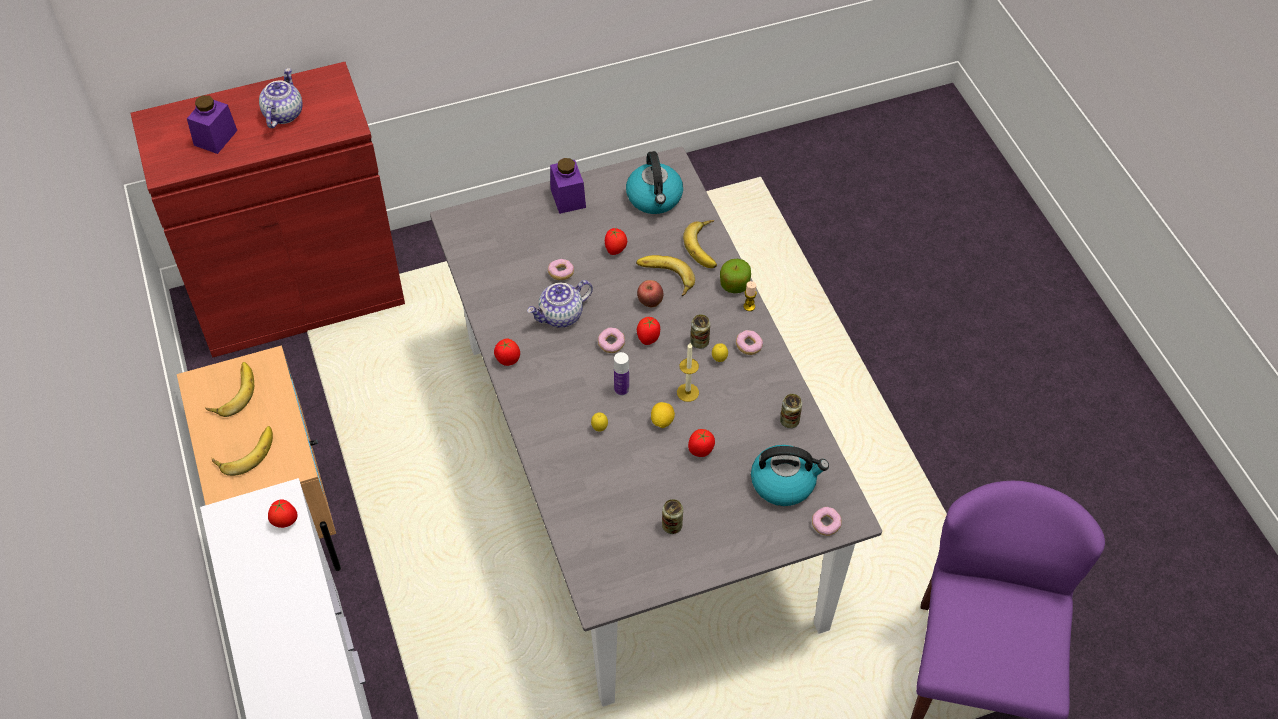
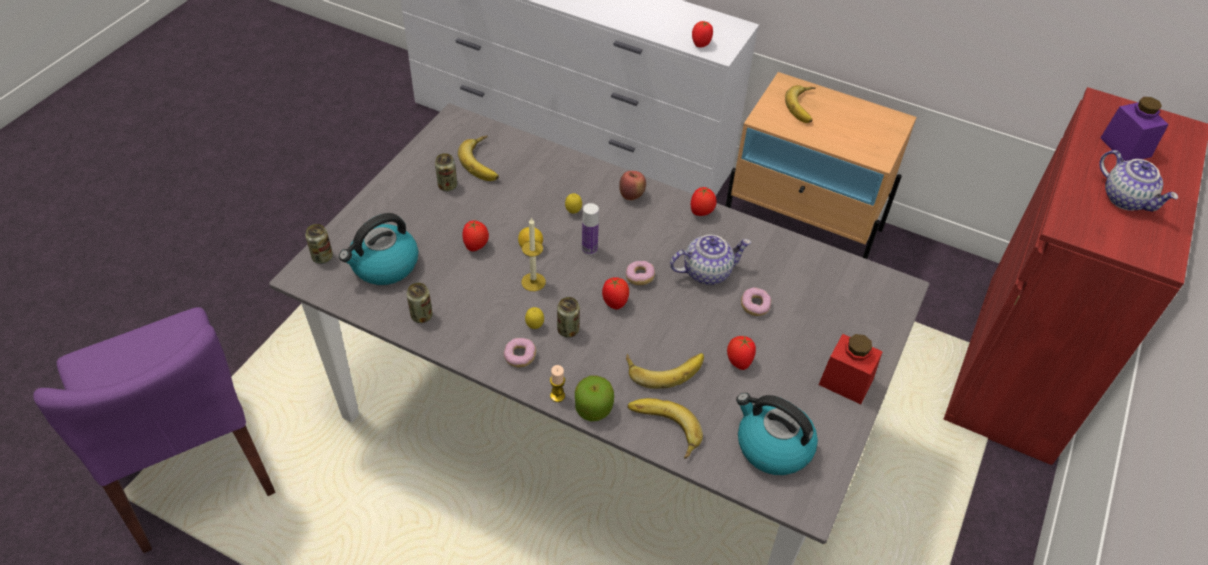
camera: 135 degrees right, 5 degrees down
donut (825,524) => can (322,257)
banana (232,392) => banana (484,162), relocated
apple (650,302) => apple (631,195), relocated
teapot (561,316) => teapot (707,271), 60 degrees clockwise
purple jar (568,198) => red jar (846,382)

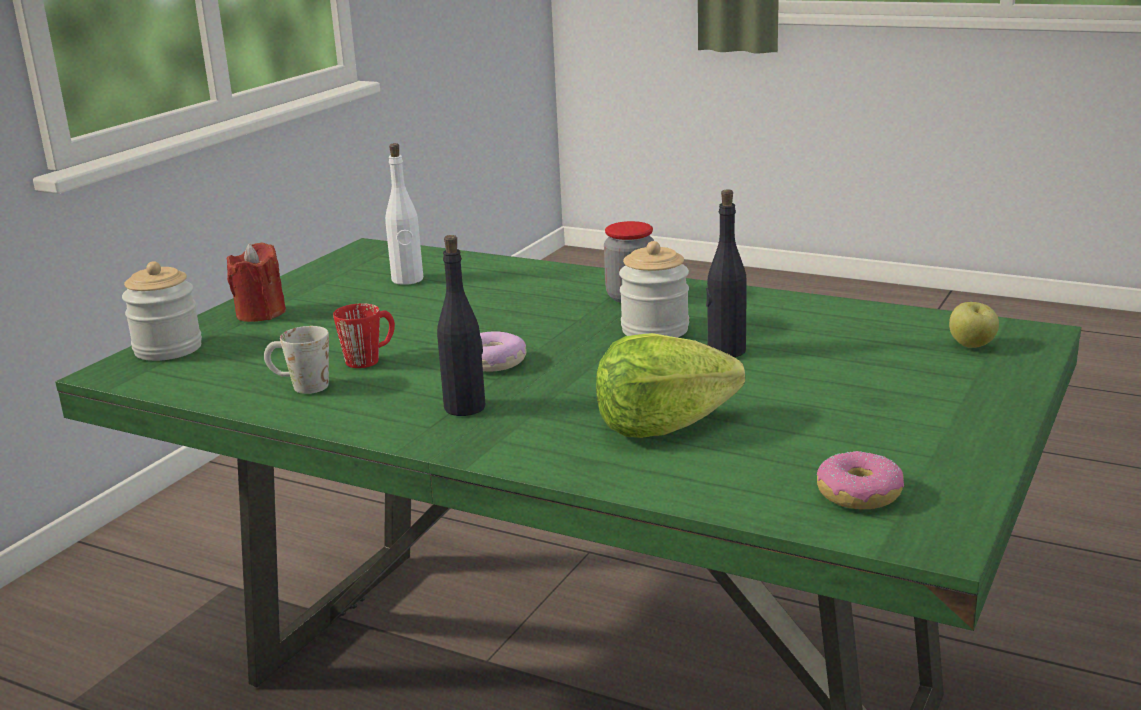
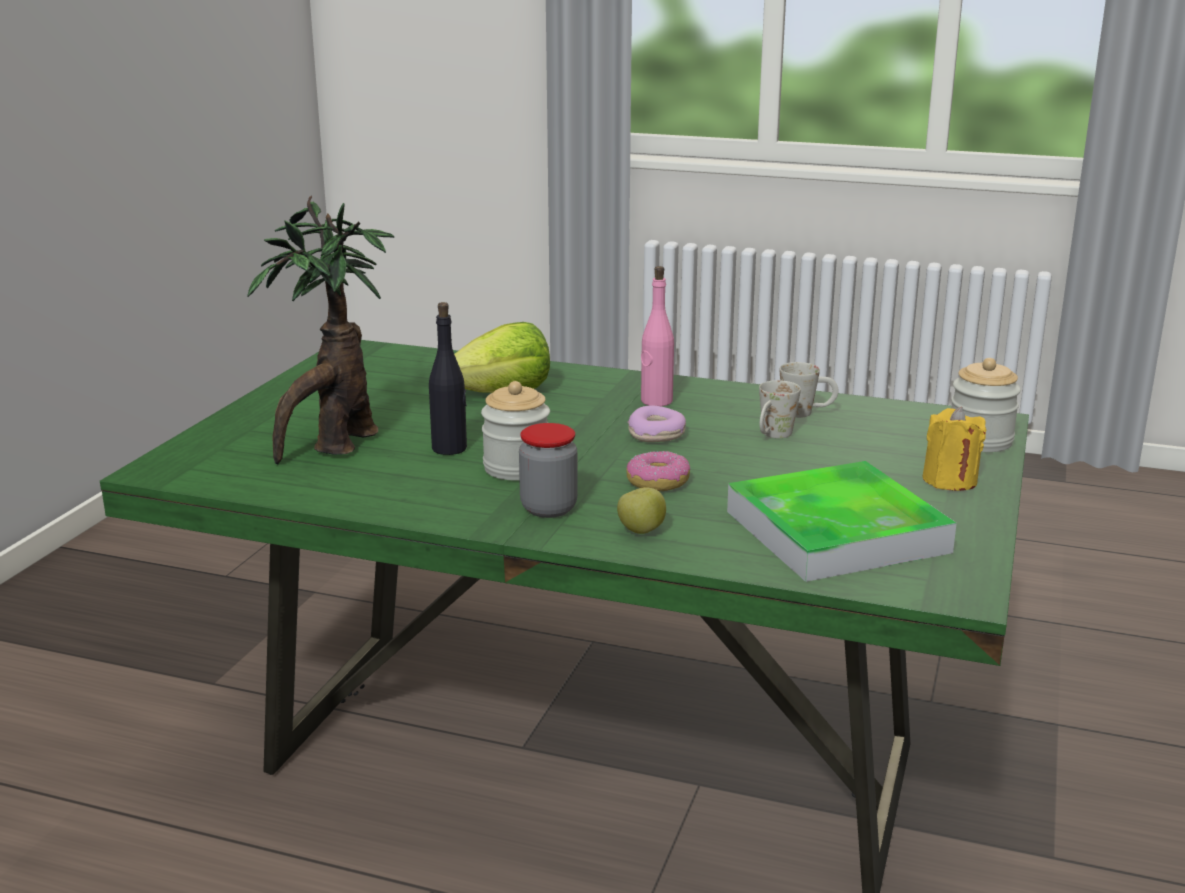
camera: 170 degrees right, 0 degrees up
nothing => potted plant (335,446)
apple (972,346) => apple (641,531), relocated
donut (858,495) => donut (658,482), relocated
black bottle (465,407) => pink bottle (656,401)
white bottle (407,280) => tray (836,531)
red mug (370,358) => white mug (773,436)
red candle (261,313) => yellow candle (950,480)

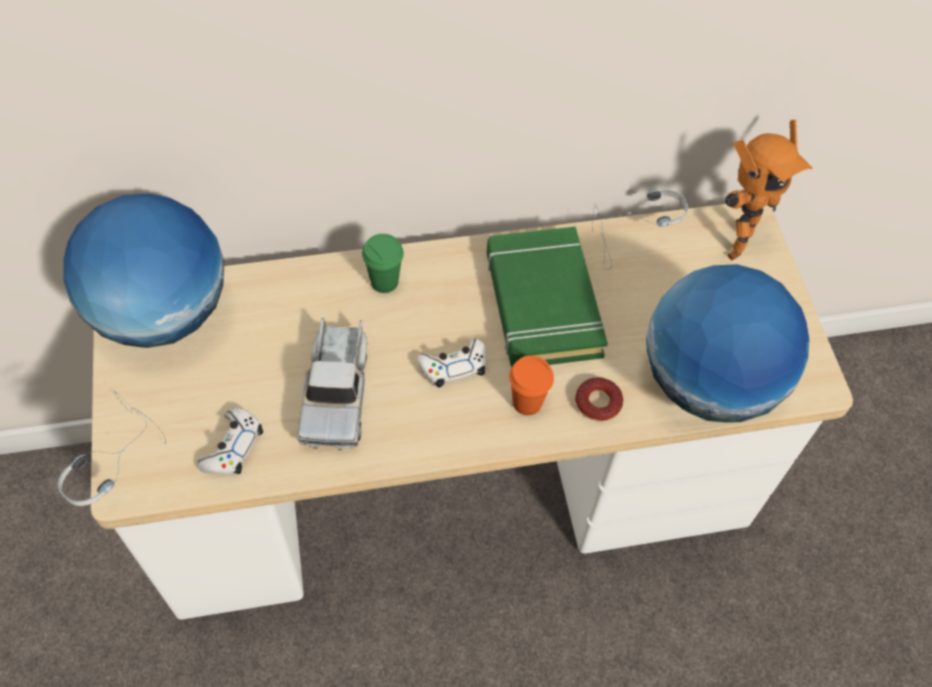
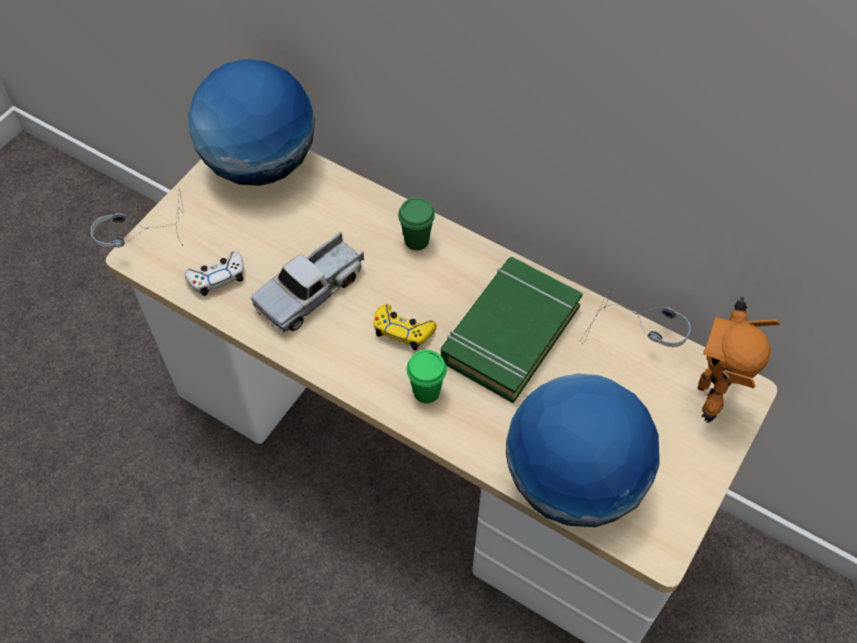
camera: 45 degrees right, 0 degrees up
white game controller (454,366) => yellow game controller (403,330)
orange cup (527,402) => green cup (426,391)
toy robot (733,242) => toy robot (711,397), 105 degrees clockwise
donut (598,403) => nothing

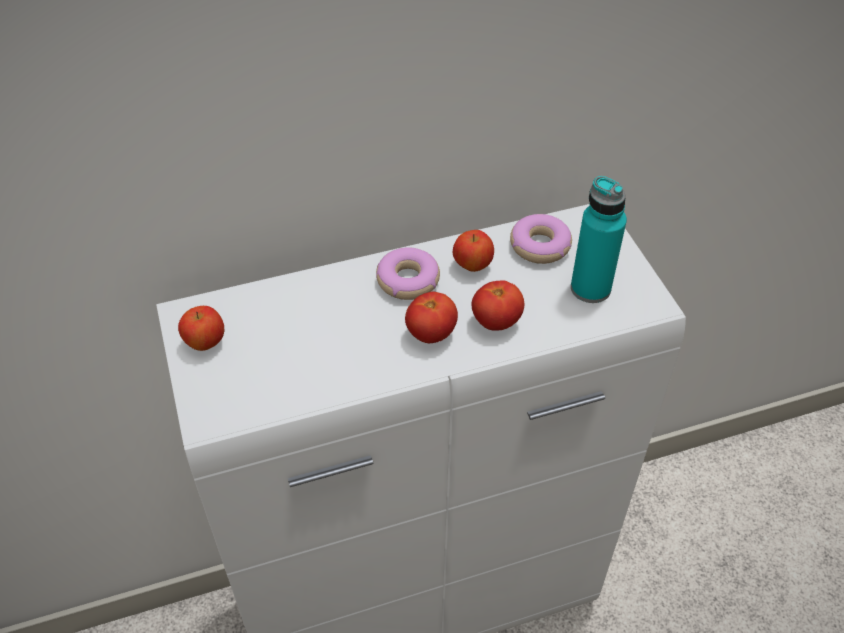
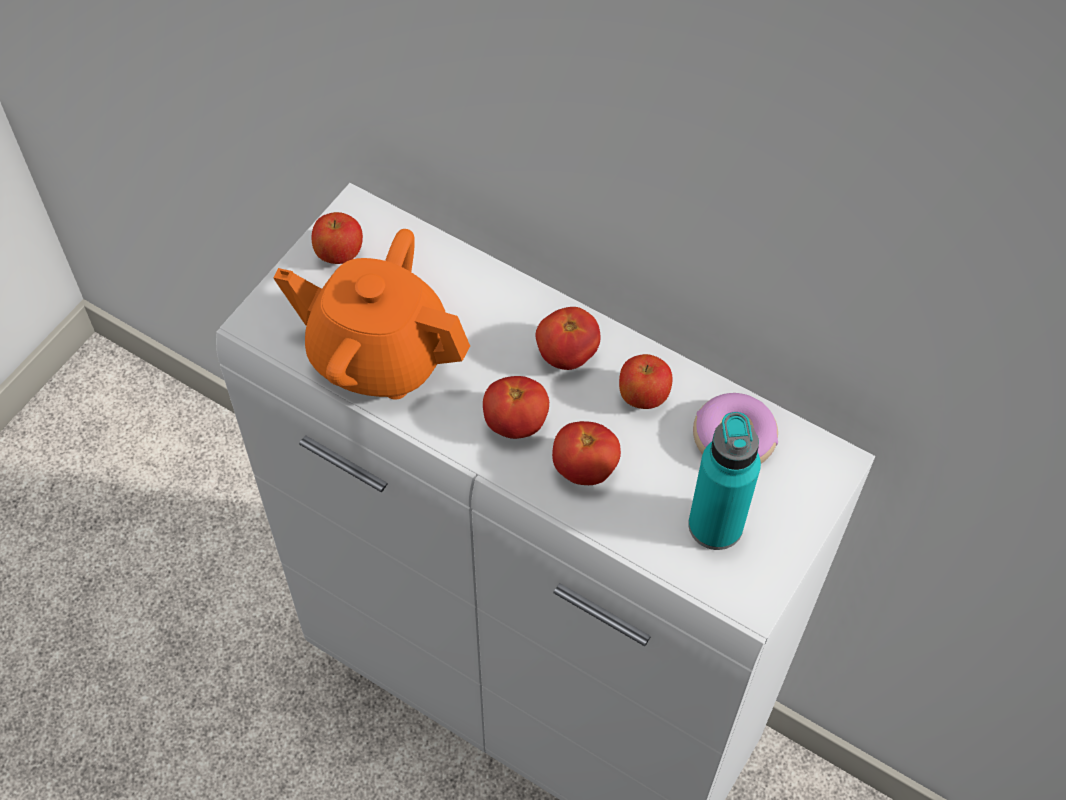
camera: 50 degrees right, 10 degrees up
nothing => orange teapot (378,355)
donut (407,280) => tomato (567,354)

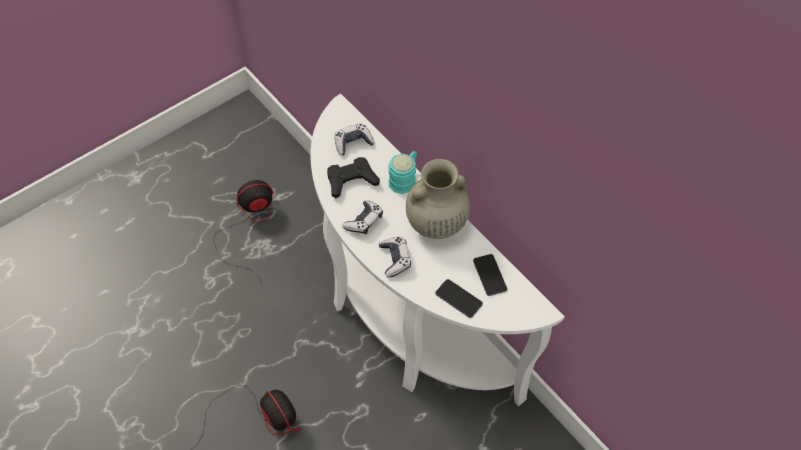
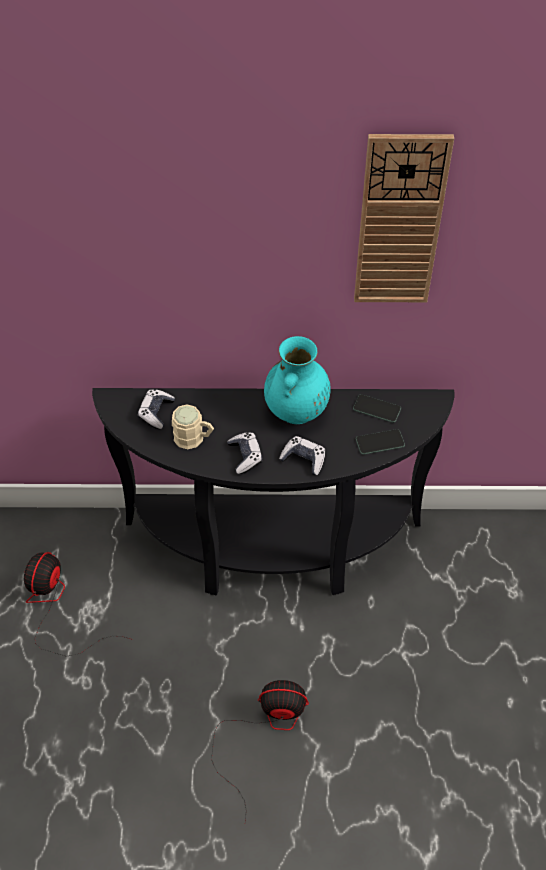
camera: 50 degrees left, 5 degrees down
white console table (404,321) => black console table (273,552)
black game controller (351,180) => beige mug (194,438)
beige vase (435,224) => turquoise vase (296,411)
nothing => wall clock (399,222)
turquoise mug (405,178) => nothing

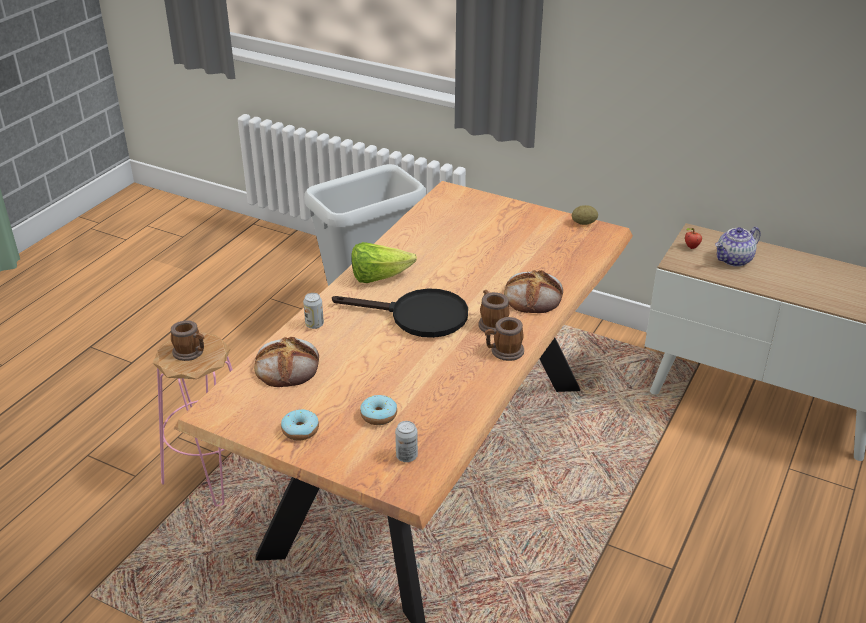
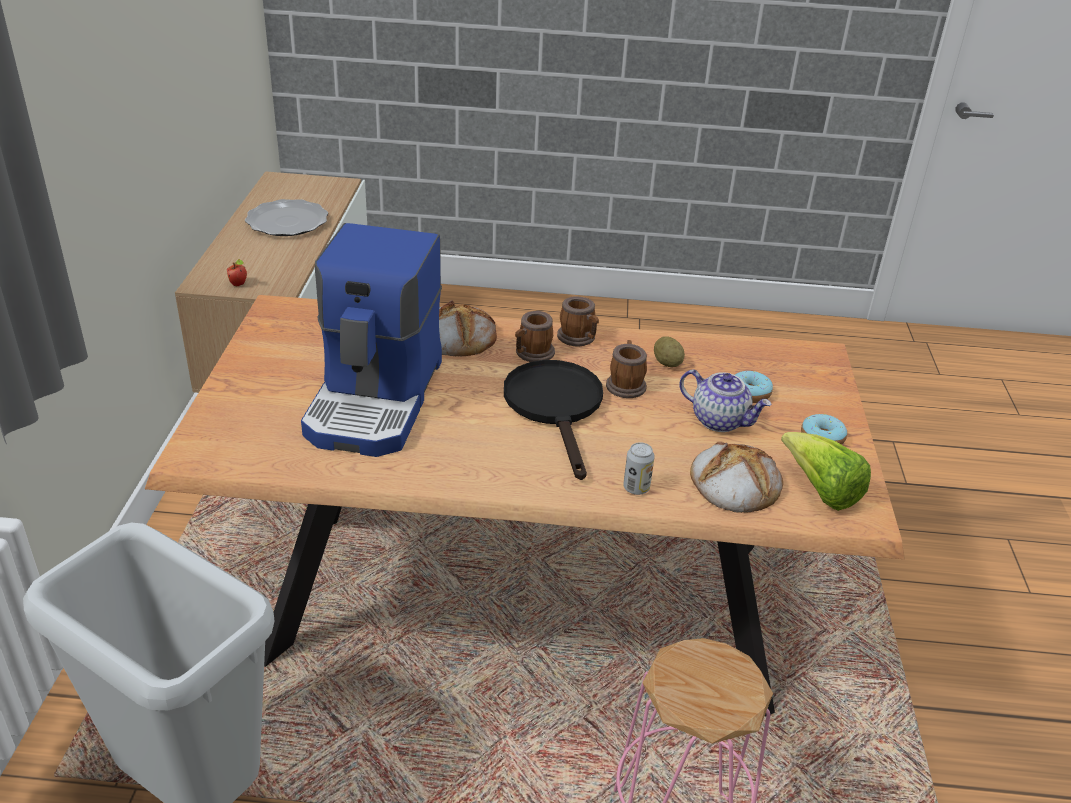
camera: 115 degrees left, 0 degrees up
nothing => plate (287,222)
nothing => coffee machine (377,400)
mug (191,353) => mug (625,384), relocated
potato (584,223) => potato (667,363), relocated
teapot (734,260) => teapot (720,420), relocated
lettuce (378,277) => lettuce (820,491), relocated
can (406,456) => nothing

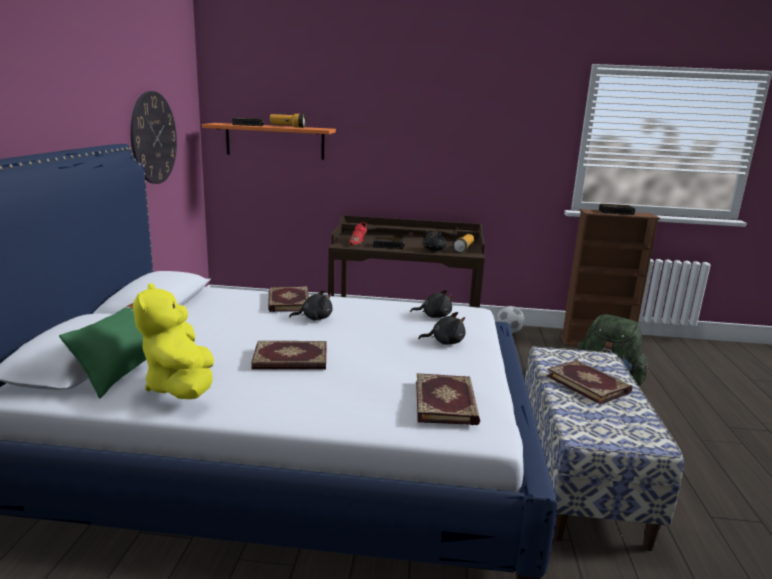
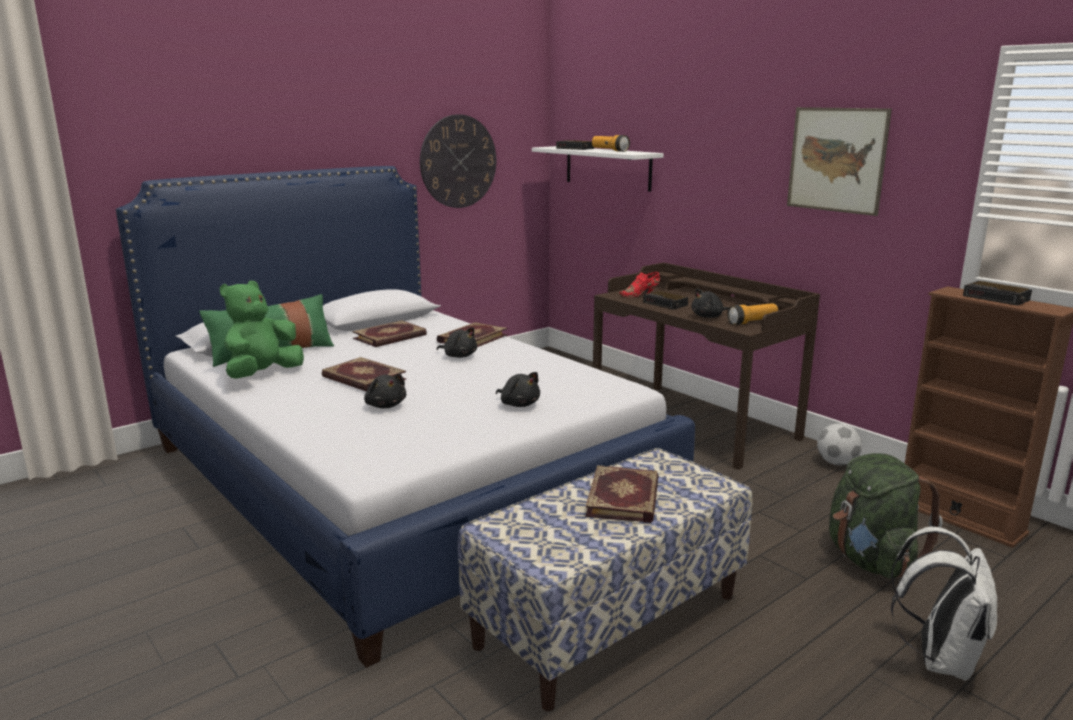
camera: 45 degrees right, 0 degrees up
yellow plush toy (181,387) => green plush toy (263,375)
book (447,402) => book (390,337), relocated
black plush toy (434,316) => black plush toy (385,405), relocated
orange shelf (275,141) => white shelf (607,168)
nothing => picture (837,160)
nothing => white backpack (939,659)

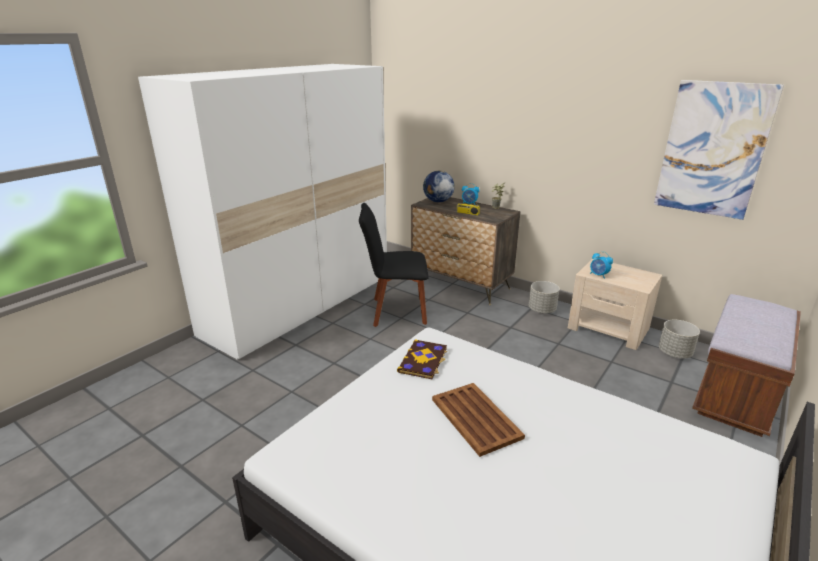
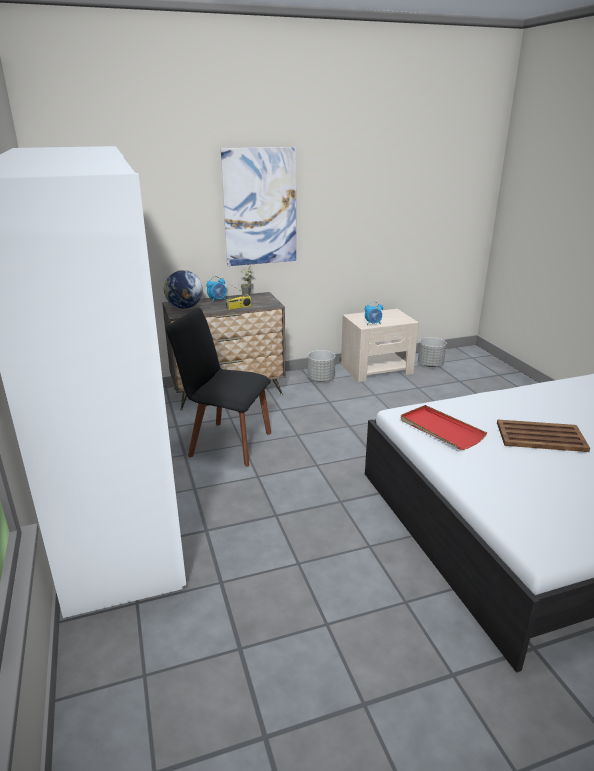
camera: 55 degrees left, 0 degrees up
black chair (395,311) => black chair (226,443), 75 degrees clockwise
picture (712,150) => picture (260,207), relocated
book (423,360) => red tray (440,429)
brown bench (736,393) => nothing

